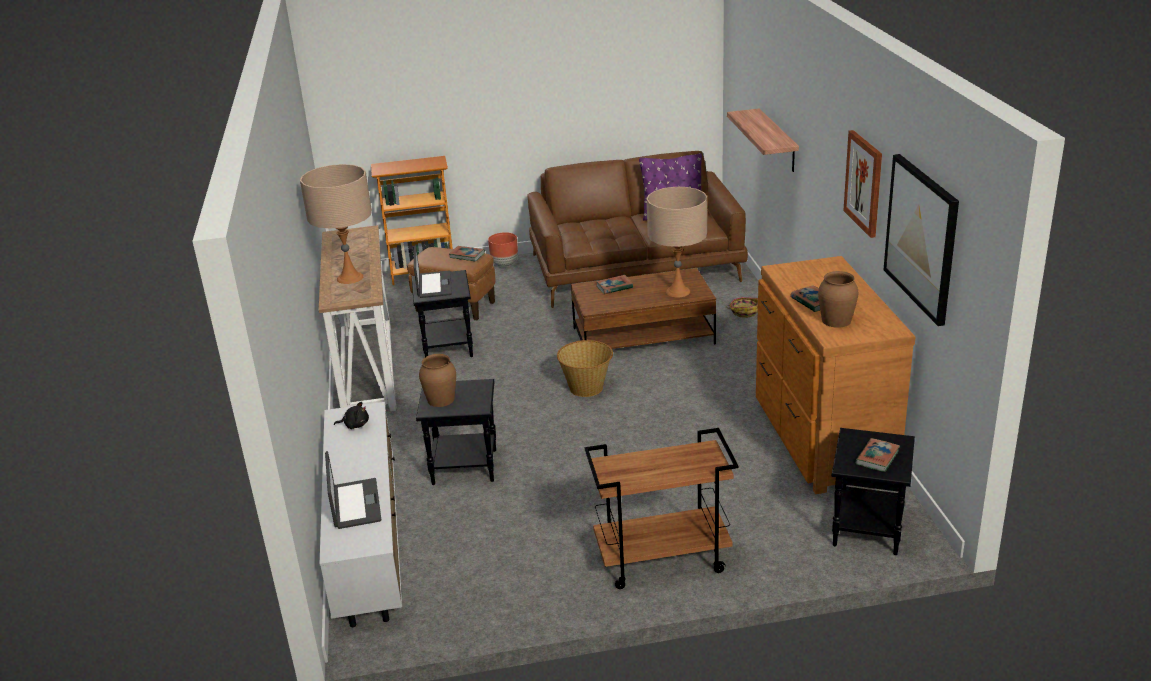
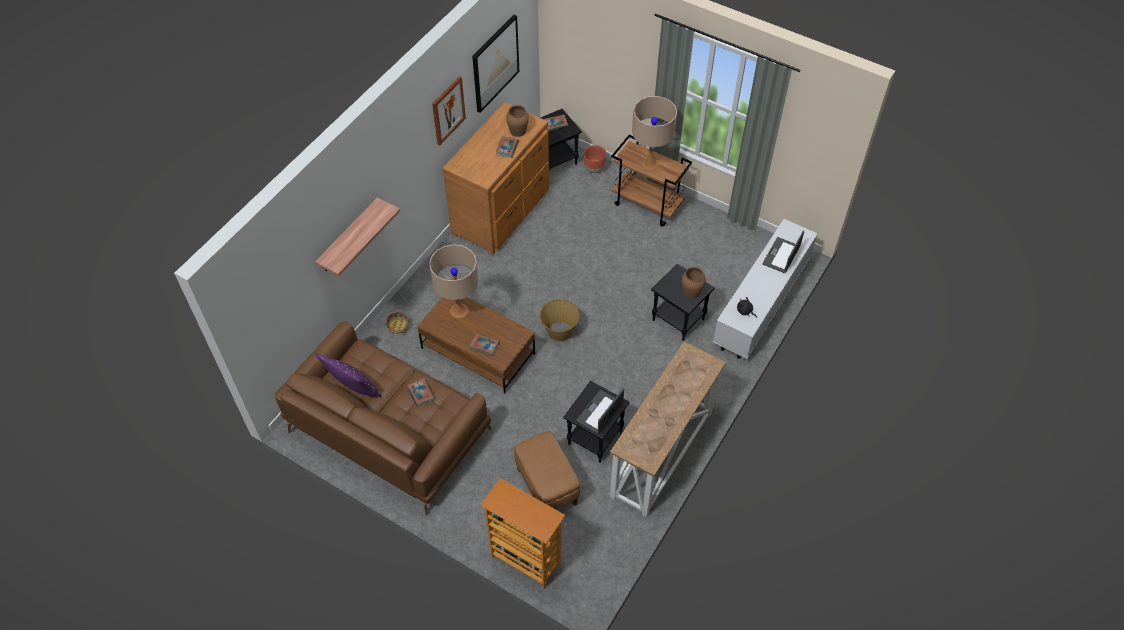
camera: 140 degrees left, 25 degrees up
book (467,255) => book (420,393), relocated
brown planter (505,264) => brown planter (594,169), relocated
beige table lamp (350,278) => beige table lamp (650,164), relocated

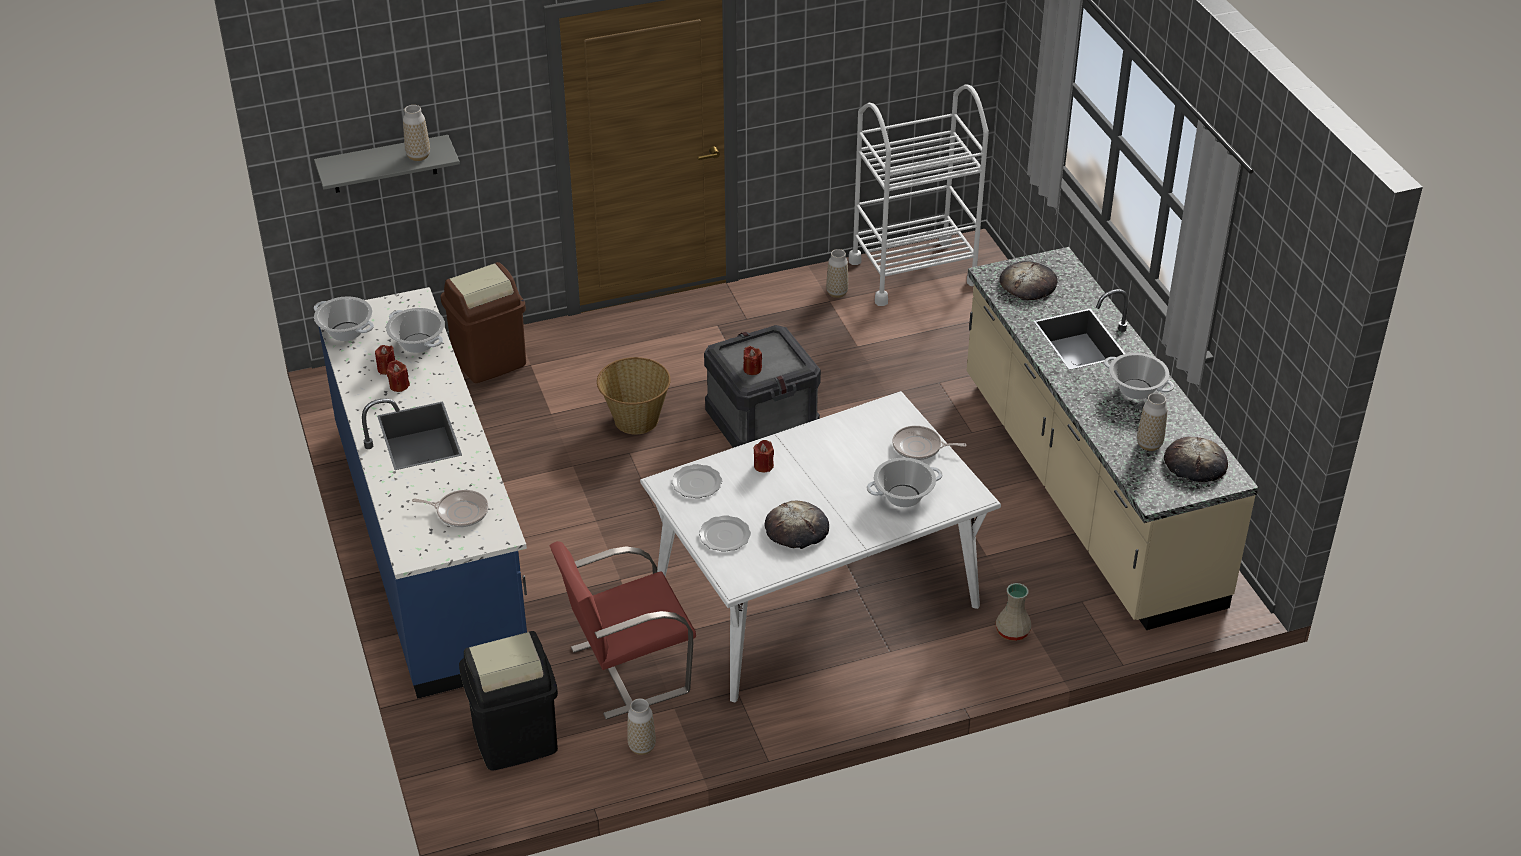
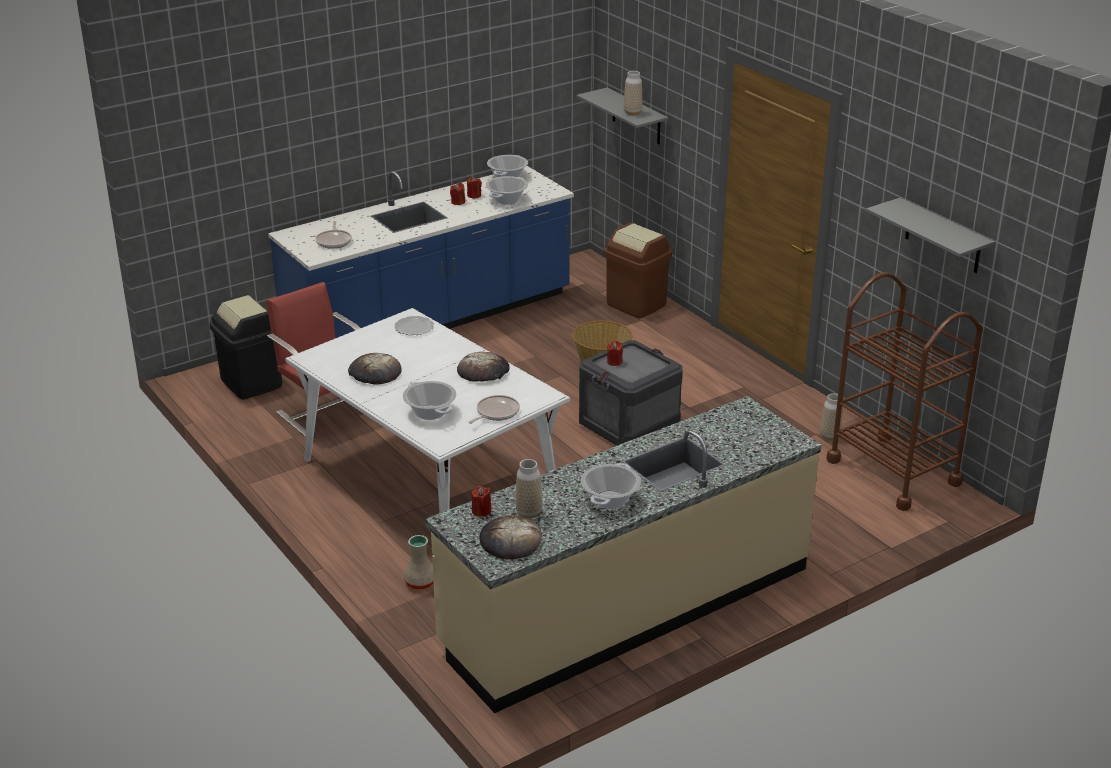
camera: 75 degrees right, 10 degrees down
bread (1028,283) => bread (483,371), relocated
frying pan (919,447) => frying pan (496,413), 45 degrees clockwise
red candle (763,466) => red candle (481,511), relocated
white cart (913,272) => brown cart (893,472)
nothing => grey shelf (943,237)
vase (642,747) => nothing
plate (725,535) => nothing

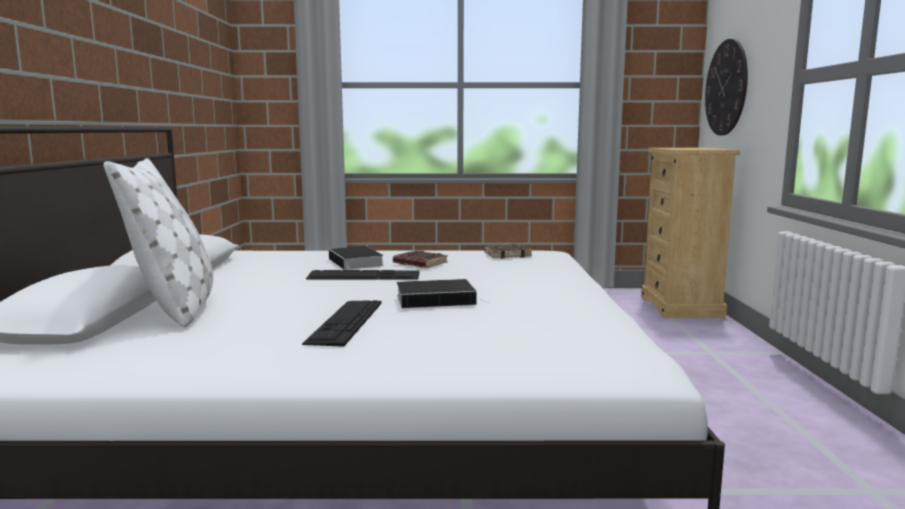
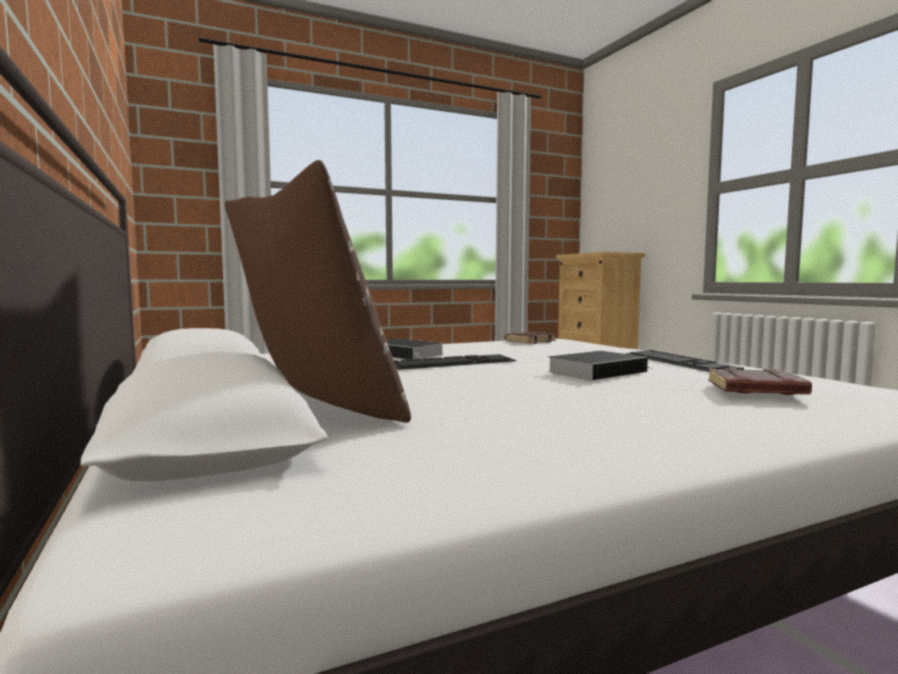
camera: 25 degrees left, 5 degrees down
white pillow (175,308) => brown pillow (317,407)
keyboard (345,322) => keyboard (678,361), relocated
brown book (419,263) => brown book (755,389), relocated
wall clock (726,88) => nothing

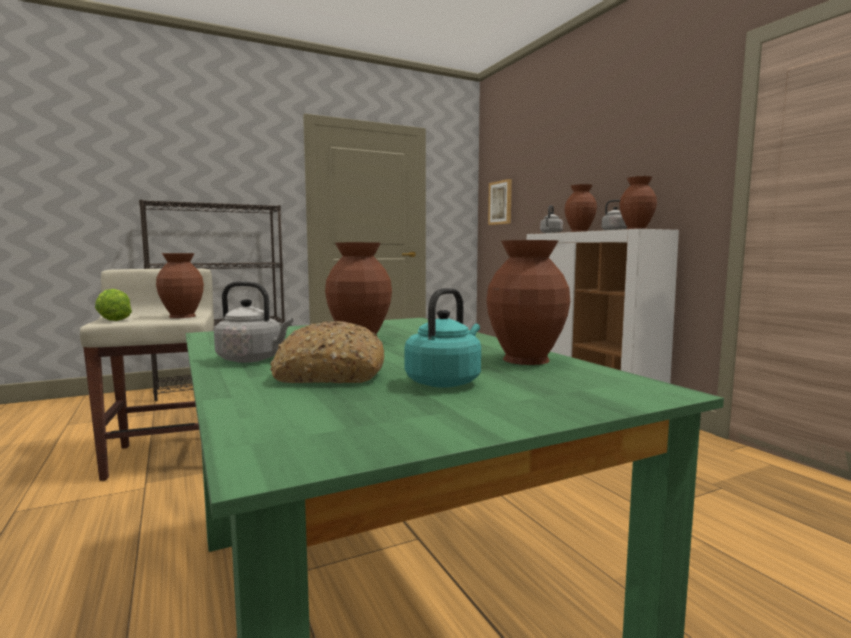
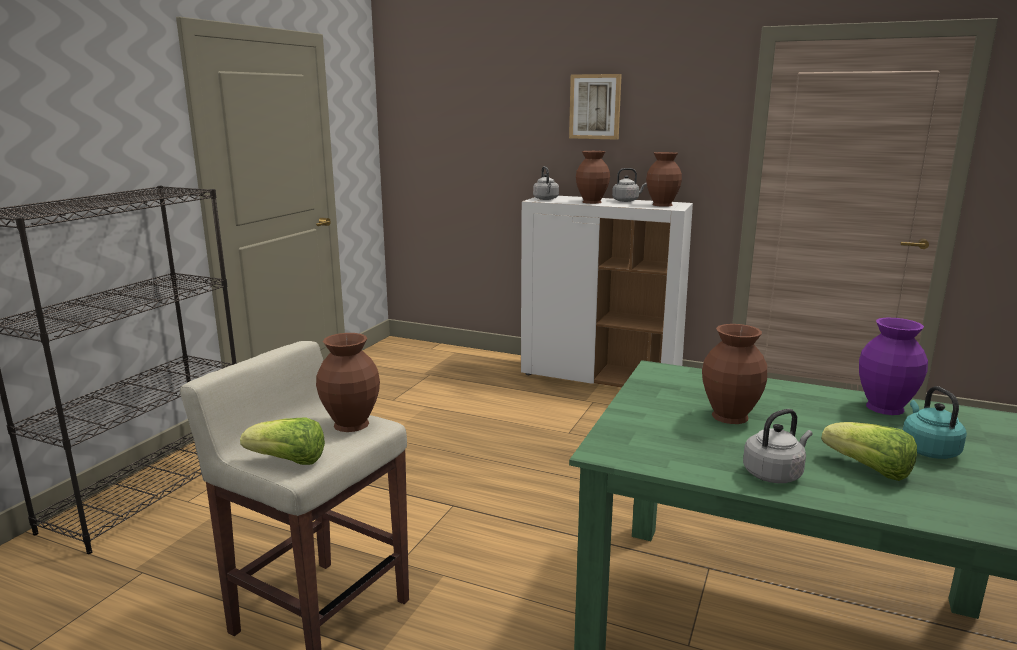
camera: 40 degrees left, 10 degrees up
picture (500,202) => picture (595,106), relocated
bread (330,375) => lettuce (869,469)
brown vase (524,359) => purple vase (883,408)

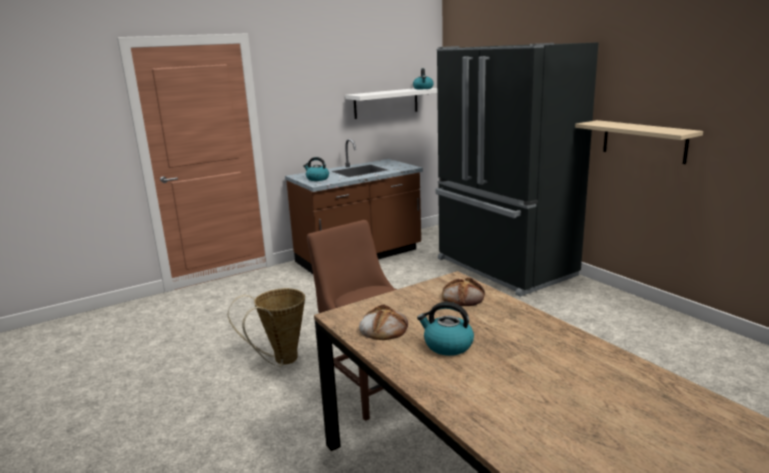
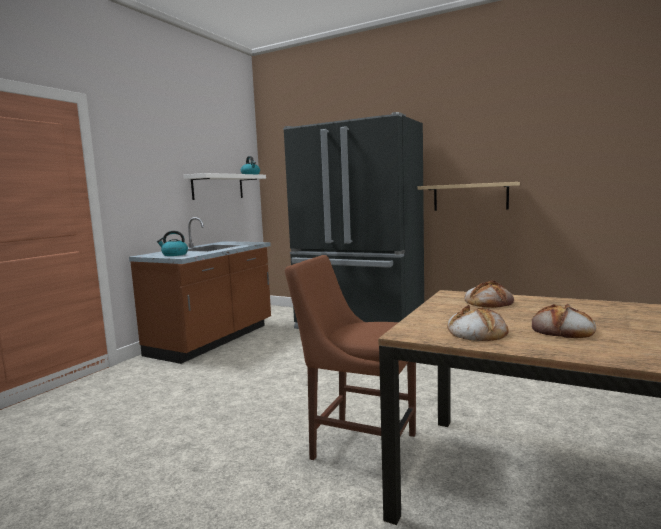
camera: 30 degrees left, 10 degrees down
kettle (447,345) => bread (563,330)
basket (280,361) => nothing

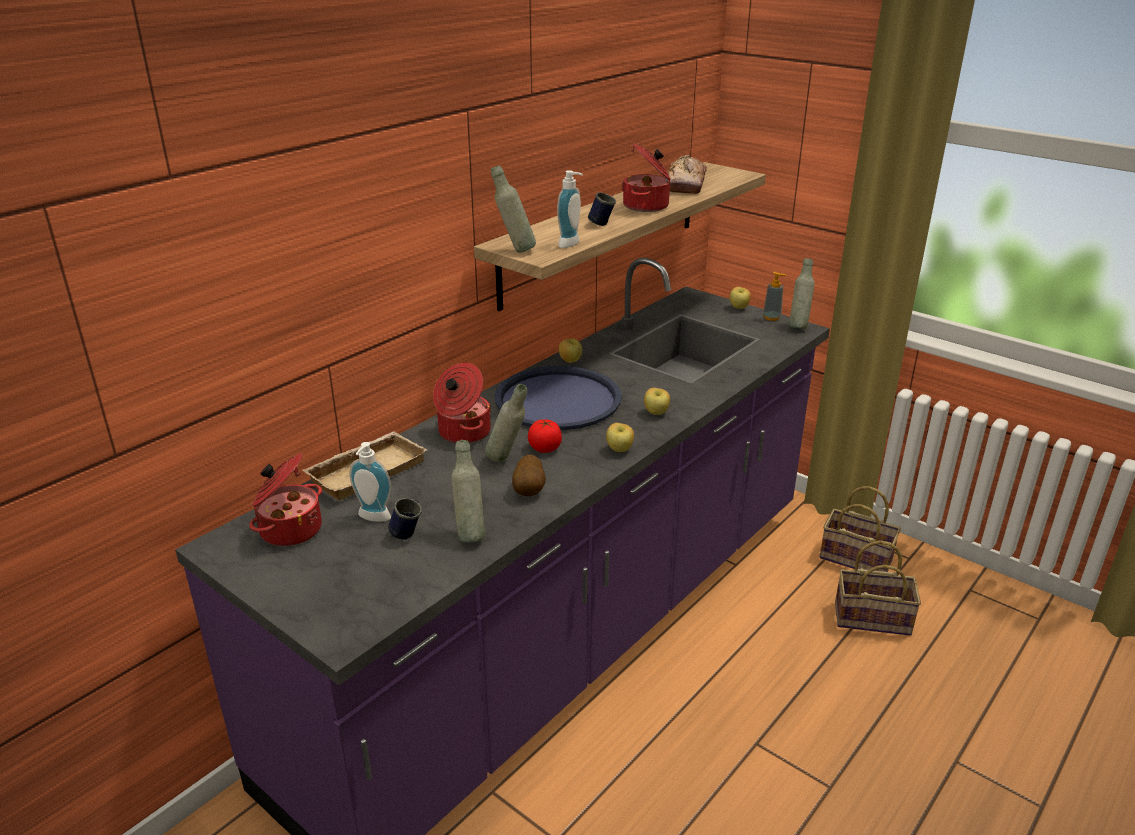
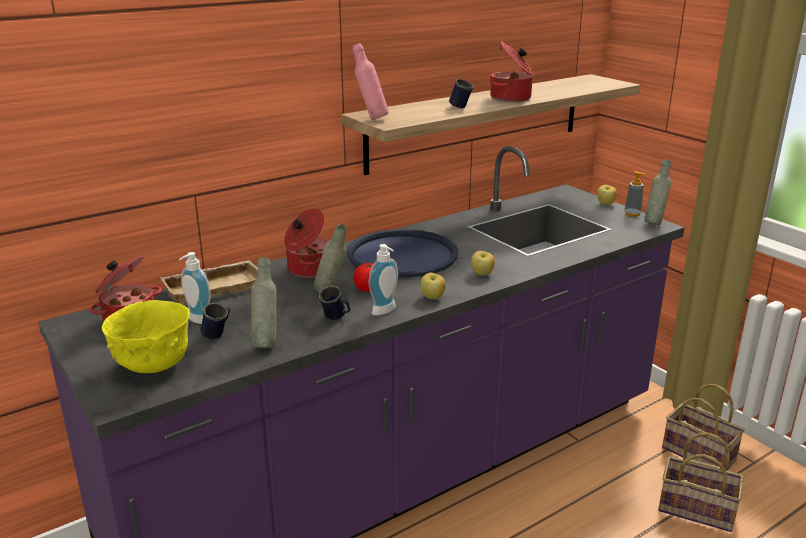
camera: 15 degrees right, 5 degrees down
nothing => yellow bowl (154,366)
potato (529,491) => blue mug (336,318)
grey bottle (514,251) => pink bottle (371,119)
soap dispenser (572,244) => soap dispenser (386,311), relocated
apple (570,361) => nothing
bread (685,185) => nothing

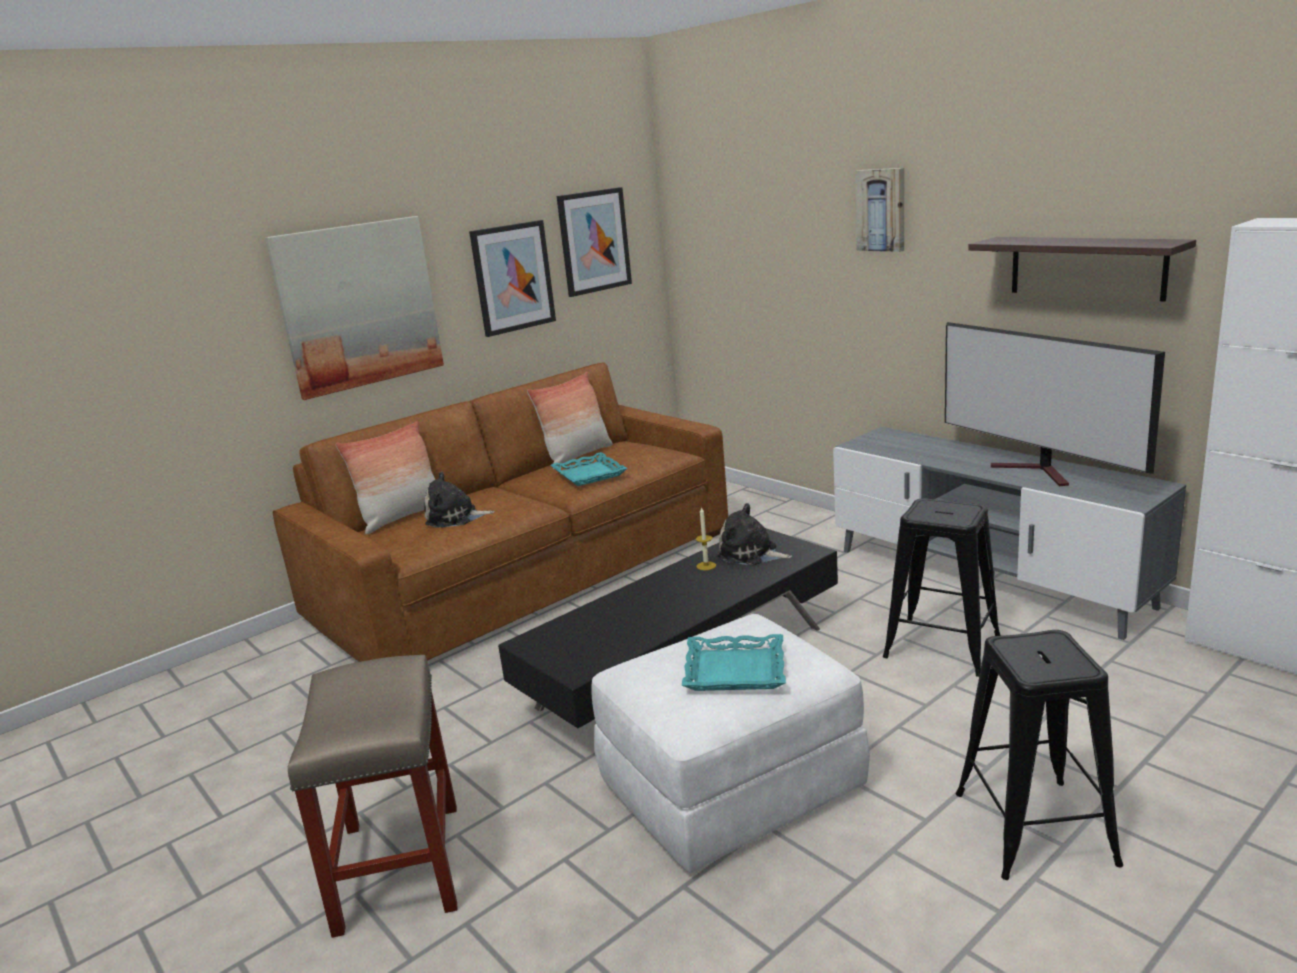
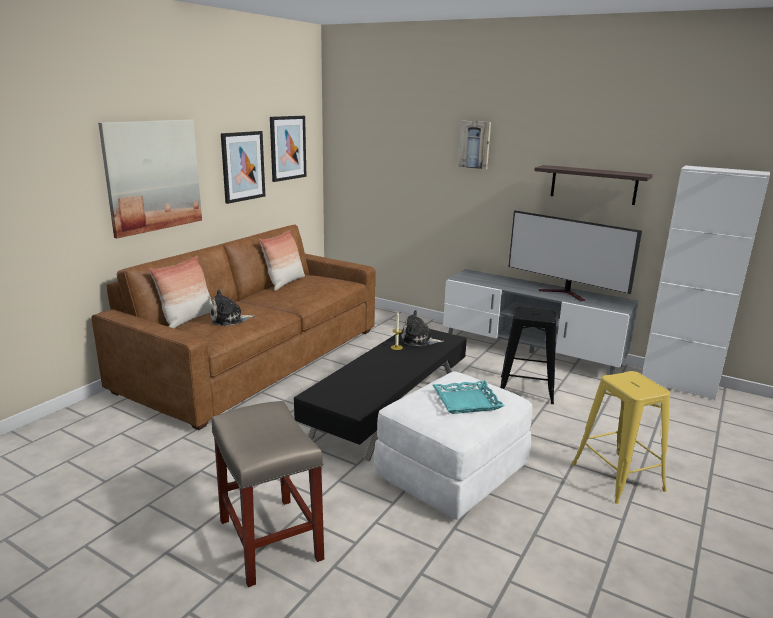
camera: 20 degrees left, 0 degrees up
black stool (1034,828) => yellow stool (617,477)
turquoise tray (589,474) => nothing

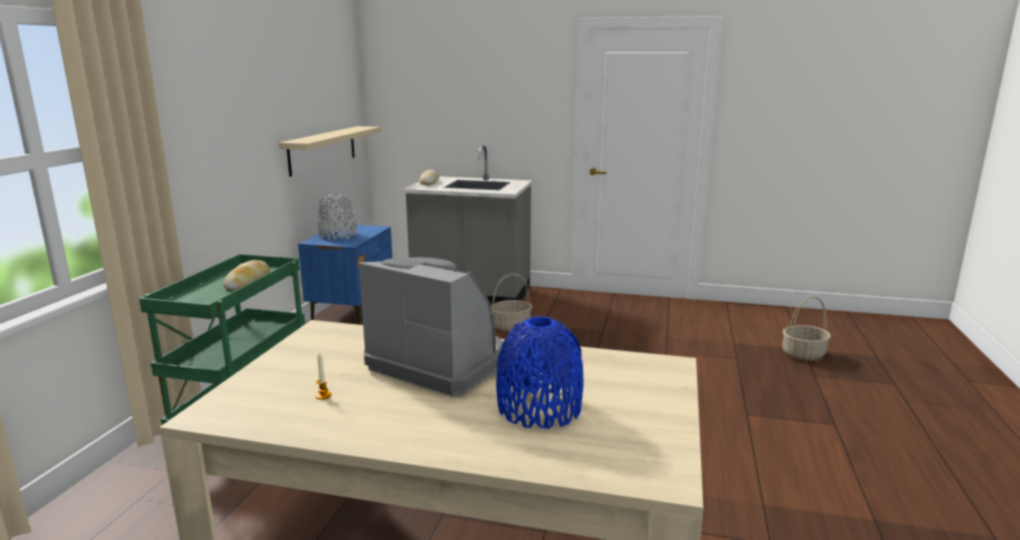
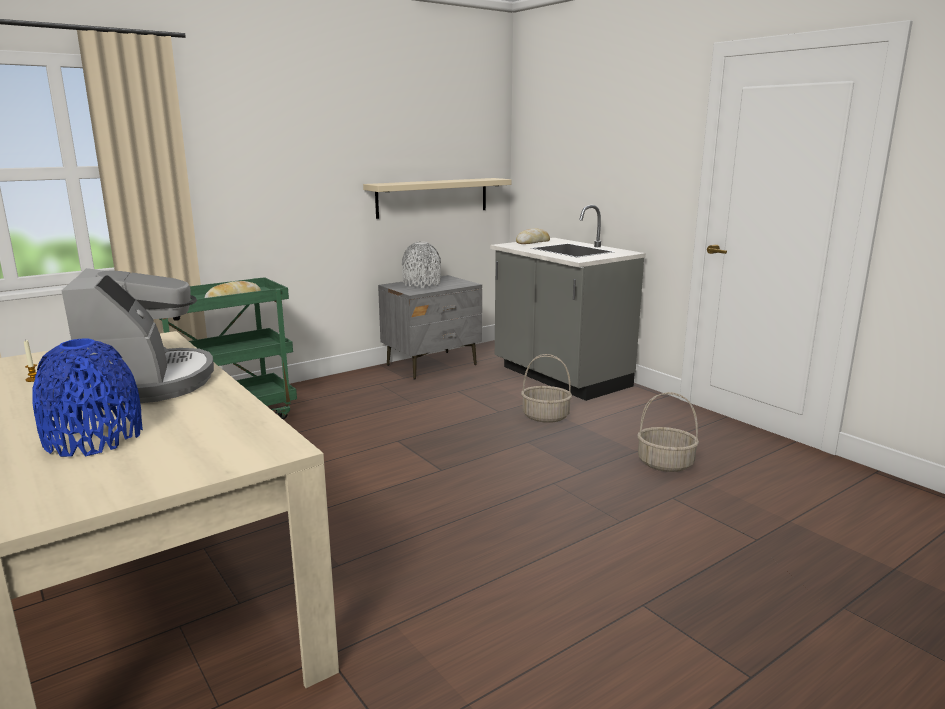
camera: 40 degrees right, 0 degrees up
blue nightstand (353,312) => grey nightstand (432,365)
basket (803,354) => basket (664,464), relocated

